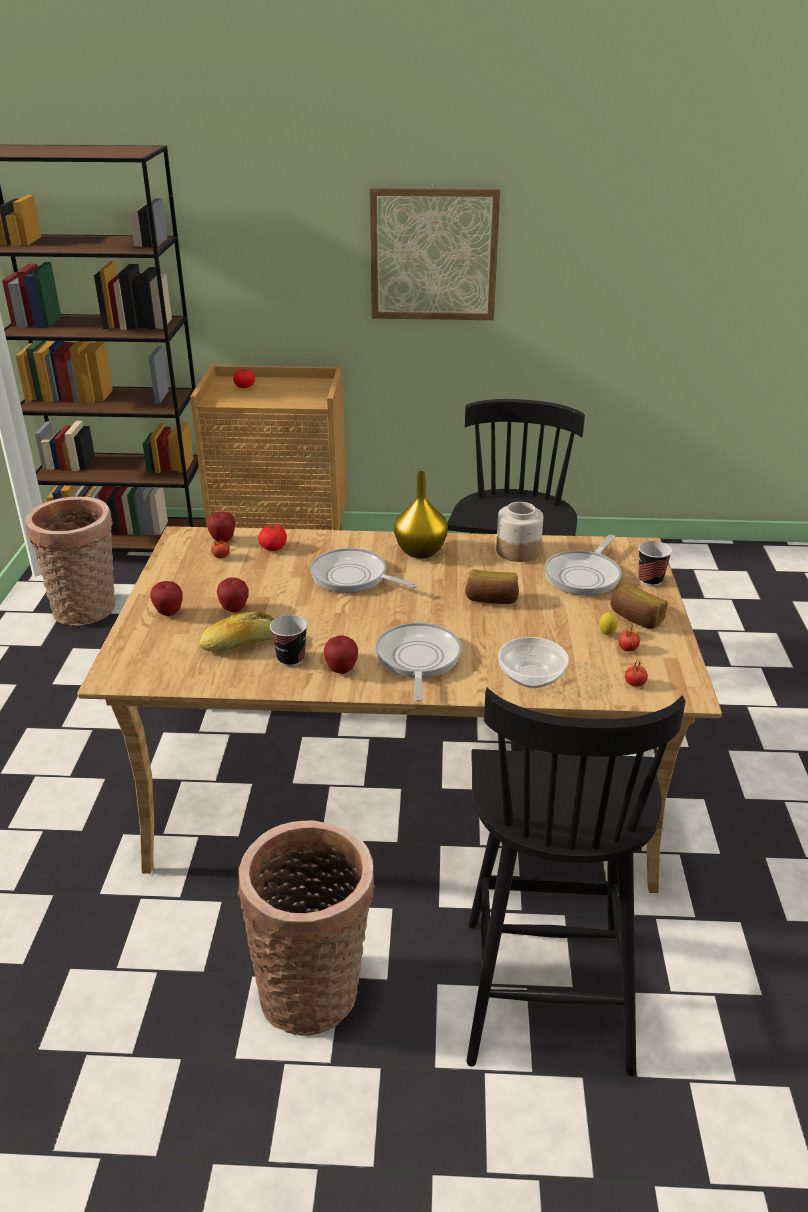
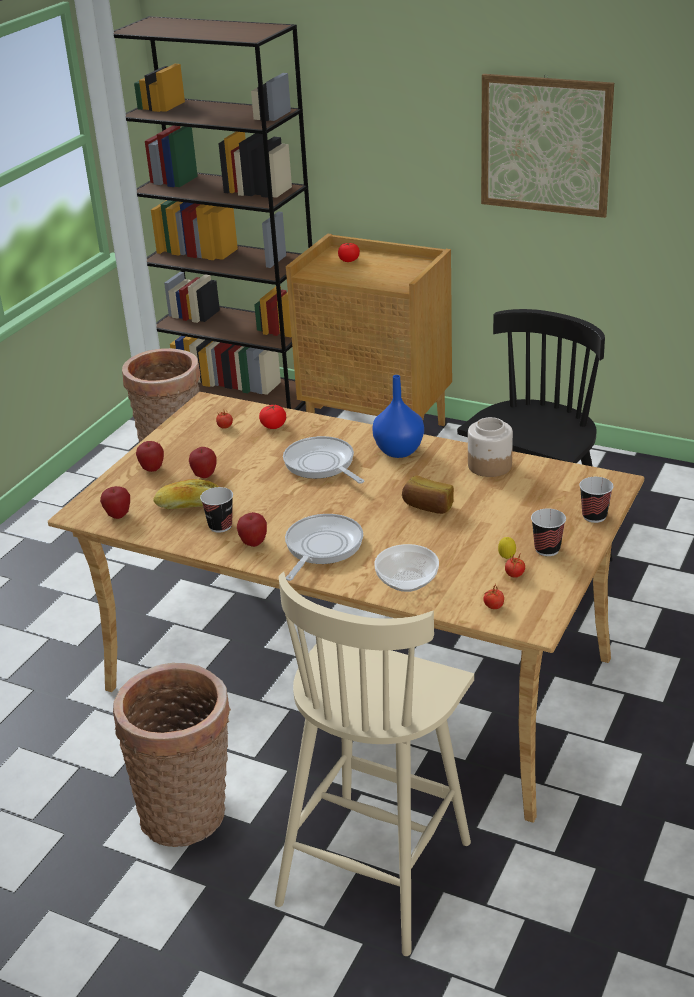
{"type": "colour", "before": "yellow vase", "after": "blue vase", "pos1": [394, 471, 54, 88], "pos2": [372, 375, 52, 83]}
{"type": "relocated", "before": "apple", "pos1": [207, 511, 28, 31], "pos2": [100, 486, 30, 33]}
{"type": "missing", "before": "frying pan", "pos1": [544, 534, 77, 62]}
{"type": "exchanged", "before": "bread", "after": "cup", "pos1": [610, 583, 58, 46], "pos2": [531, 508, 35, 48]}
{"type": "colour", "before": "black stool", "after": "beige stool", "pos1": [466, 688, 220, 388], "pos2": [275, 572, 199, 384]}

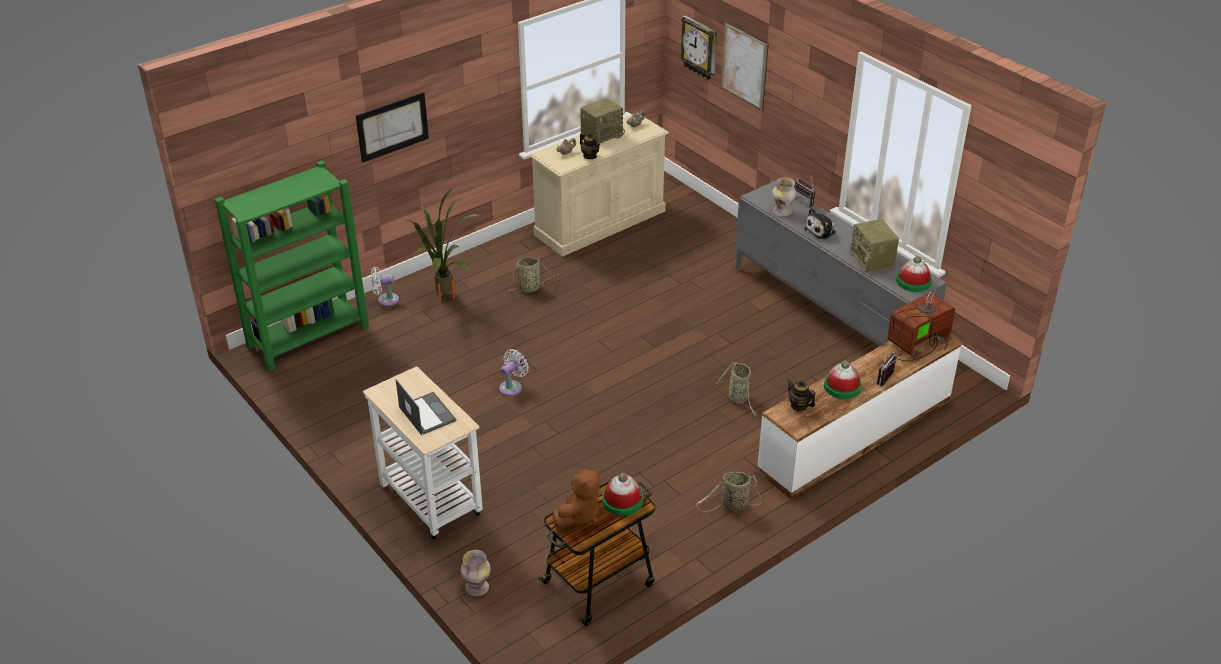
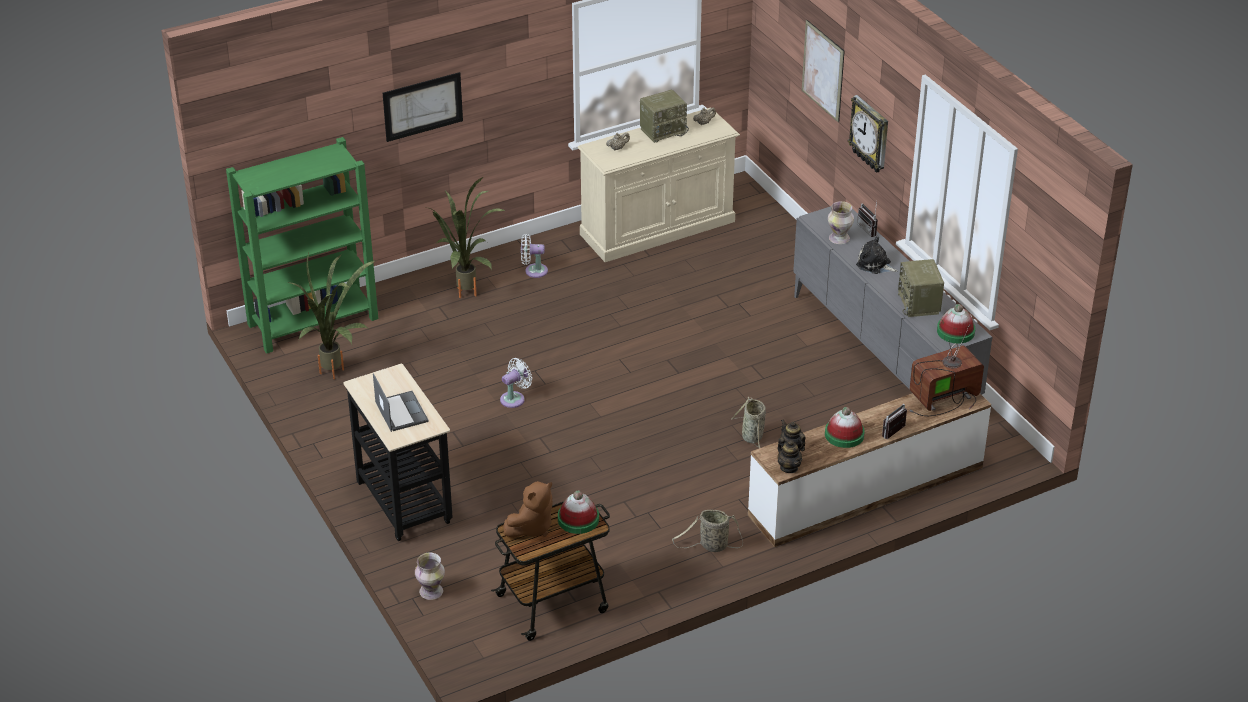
{"type": "relocated", "before": "wall clock", "pos1": [680, 15, 37, 65], "pos2": [848, 95, 40, 78]}
{"type": "relocated", "before": "teapot", "pos1": [580, 132, 20, 27], "pos2": [777, 437, 25, 36]}
{"type": "spun", "before": "plush toy", "pos1": [804, 208, 32, 31], "pos2": [856, 236, 42, 38], "turn": 60}
{"type": "missing", "before": "basket", "pos1": [508, 257, 50, 39]}
{"type": "relocated", "before": "white fan", "pos1": [371, 267, 28, 39], "pos2": [521, 234, 27, 44]}
{"type": "colour", "before": "white cart", "after": "black cart", "pos1": [363, 367, 120, 172], "pos2": [344, 364, 109, 177]}
{"type": "appeared", "after": "potted plant", "pos2": [288, 252, 89, 127]}

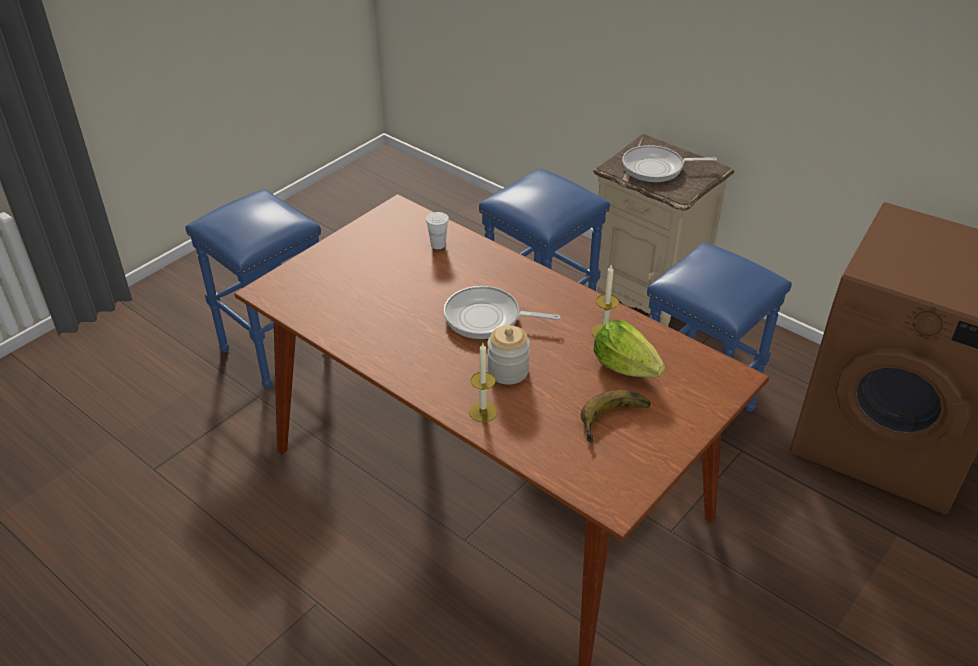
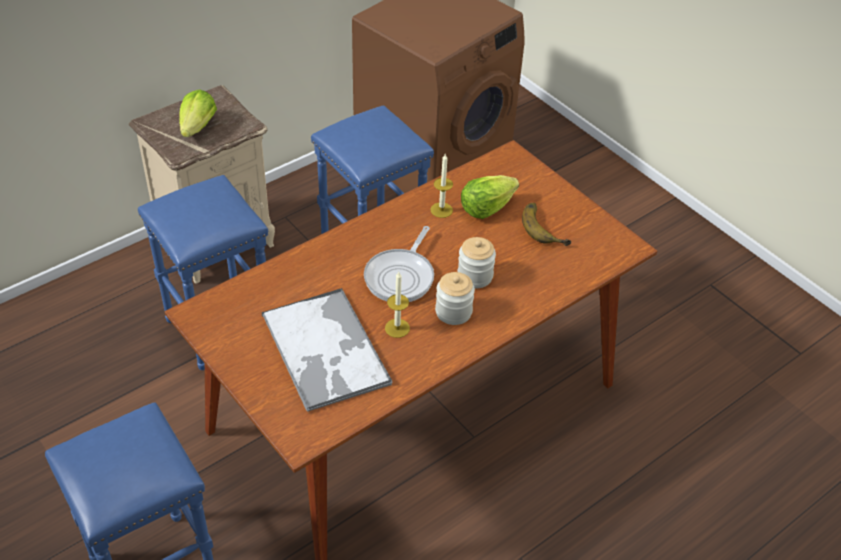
{"type": "exchanged", "before": "frying pan", "after": "lettuce", "pos1": [622, 145, 95, 37], "pos2": [179, 89, 38, 48]}
{"type": "missing", "before": "white cup", "pos1": [426, 212, 23, 37]}
{"type": "relocated", "before": "candle", "pos1": [469, 343, 29, 80], "pos2": [385, 272, 25, 66]}
{"type": "appeared", "after": "jar", "pos2": [435, 272, 40, 53]}
{"type": "appeared", "after": "tray", "pos2": [262, 288, 131, 124]}

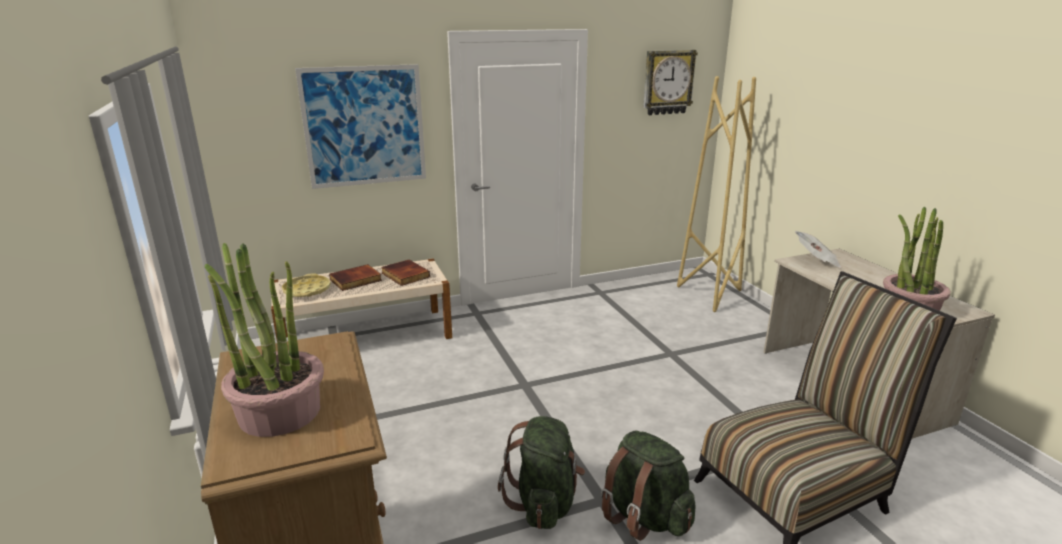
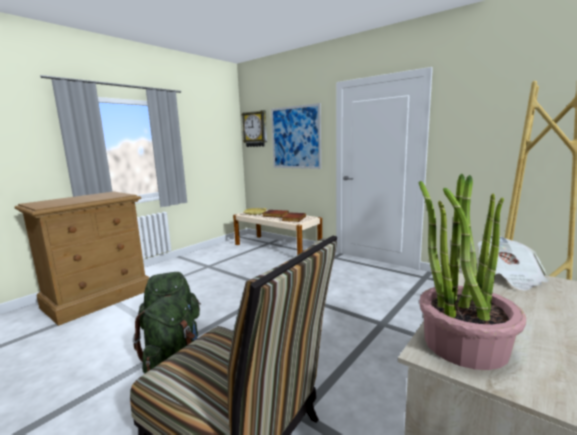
{"type": "relocated", "before": "wall clock", "pos1": [643, 50, 55, 65], "pos2": [241, 110, 26, 37]}
{"type": "missing", "before": "potted plant", "pos1": [204, 243, 120, 194]}

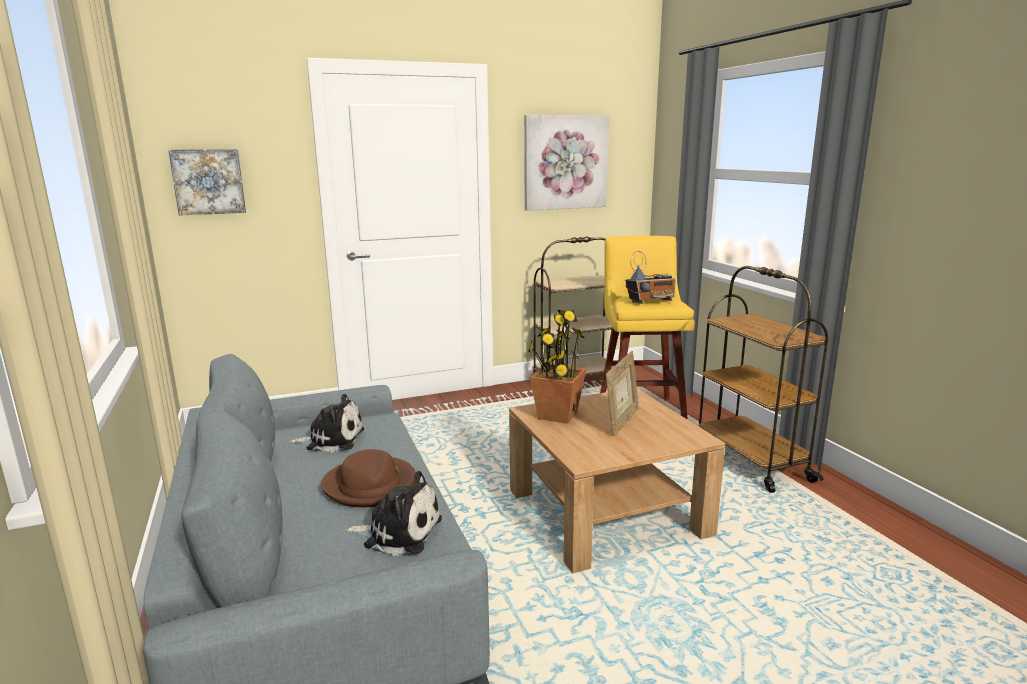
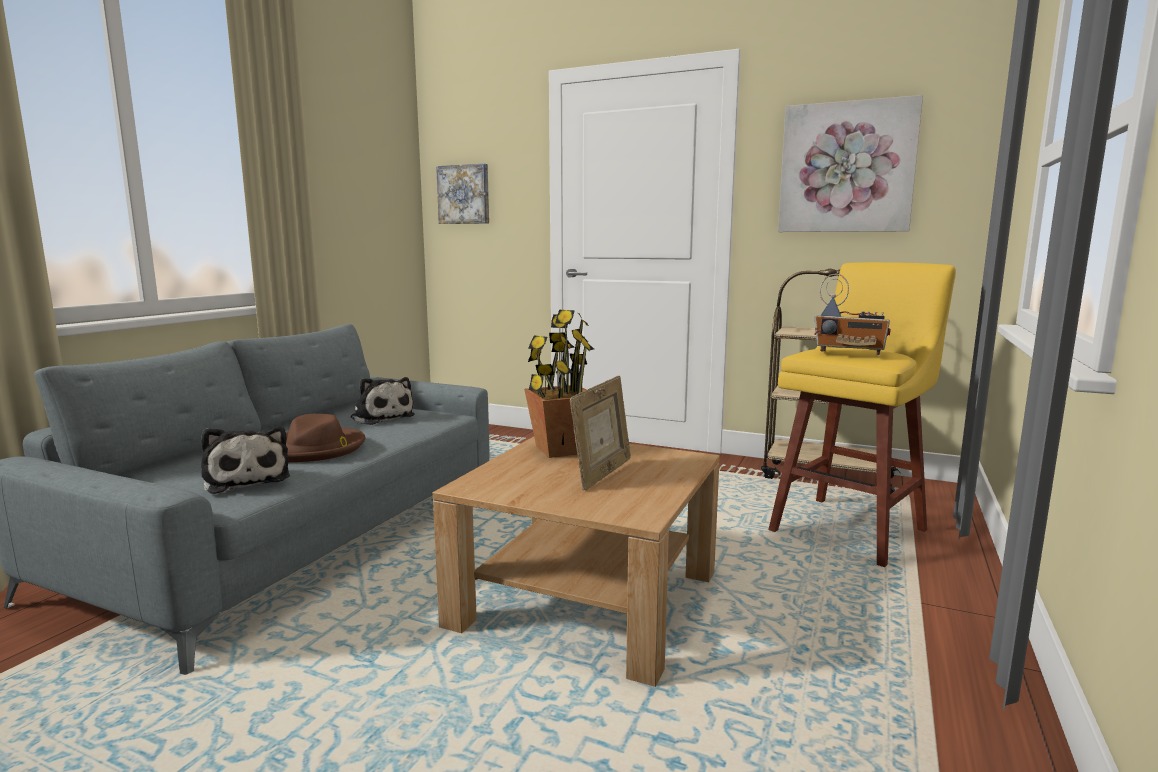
{"type": "missing", "before": "brown cart", "pos1": [698, 266, 130, 227]}
{"type": "spun", "before": "picture frame", "pos1": [606, 351, 33, 85], "pos2": [570, 376, 61, 115], "turn": -45}

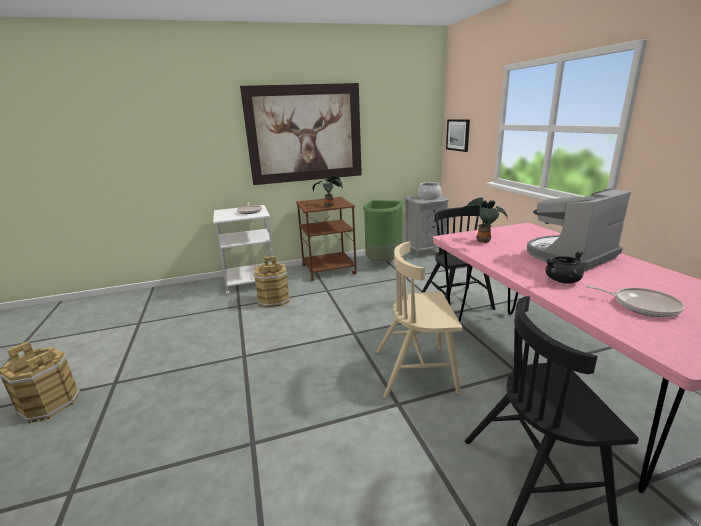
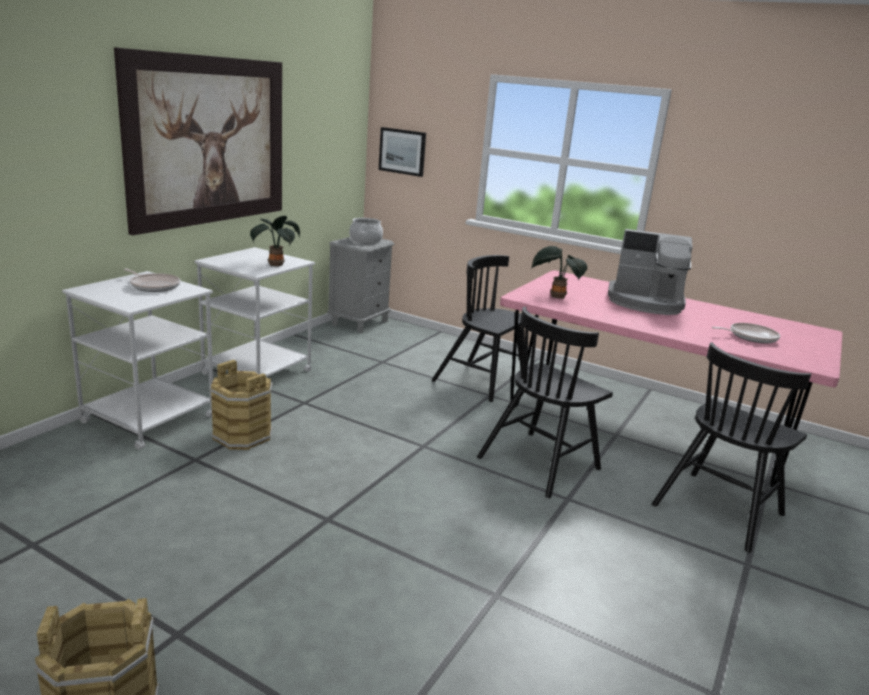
{"type": "spun", "before": "coffee machine", "pos1": [527, 188, 104, 83], "pos2": [608, 229, 85, 86], "turn": -90}
{"type": "colour", "before": "brown cart", "after": "white cart", "pos1": [296, 197, 61, 84], "pos2": [194, 247, 121, 130]}
{"type": "missing", "before": "green trash can", "pos1": [363, 200, 41, 61]}
{"type": "colour", "before": "beige chair", "after": "black chair", "pos1": [376, 242, 87, 156], "pos2": [477, 307, 136, 191]}
{"type": "missing", "before": "black cooking pot", "pos1": [545, 251, 39, 33]}

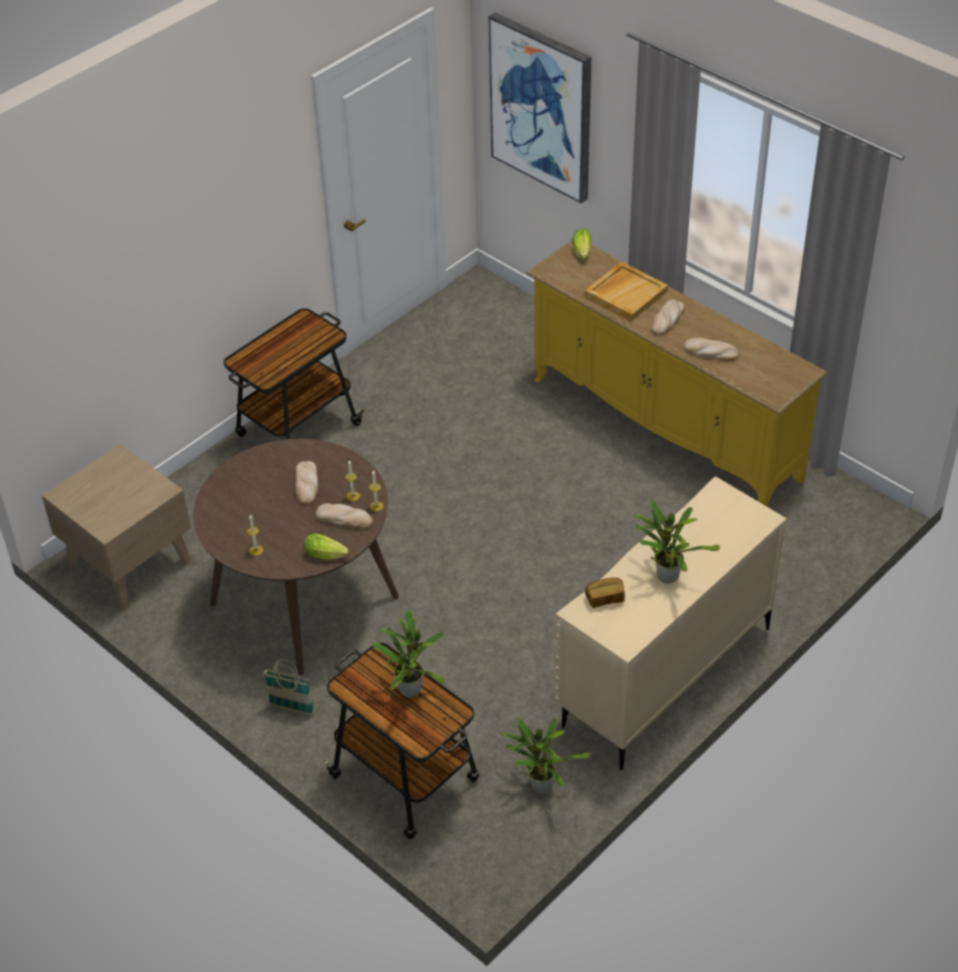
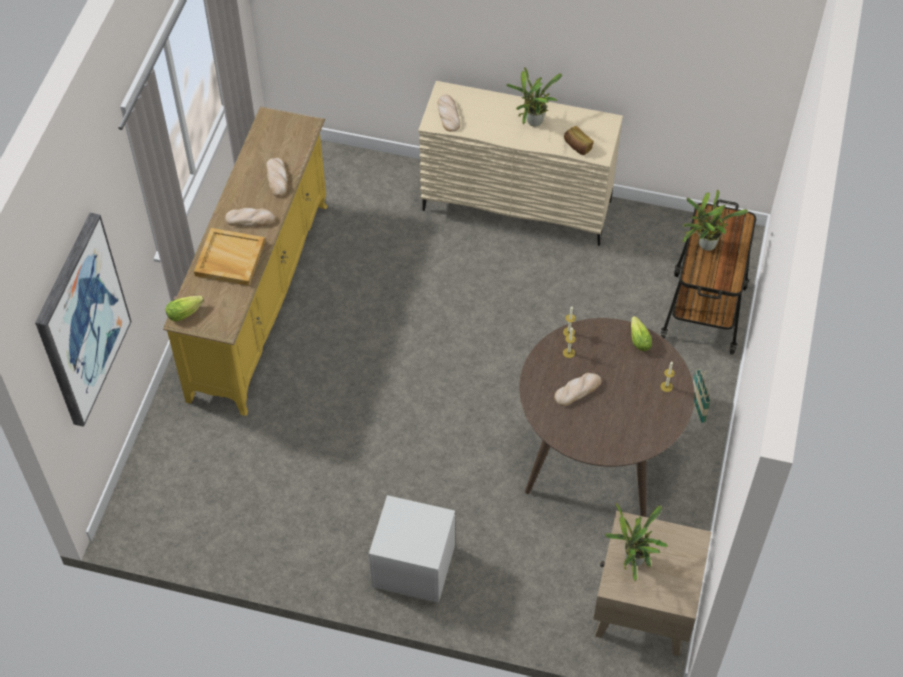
{"type": "exchanged", "before": "cart", "after": "white nightstand", "pos1": [224, 308, 141, 131], "pos2": [369, 495, 86, 108]}
{"type": "relocated", "before": "bread", "pos1": [315, 503, 58, 26], "pos2": [438, 95, 22, 37]}
{"type": "relocated", "before": "potted plant", "pos1": [501, 718, 89, 76], "pos2": [605, 503, 63, 79]}

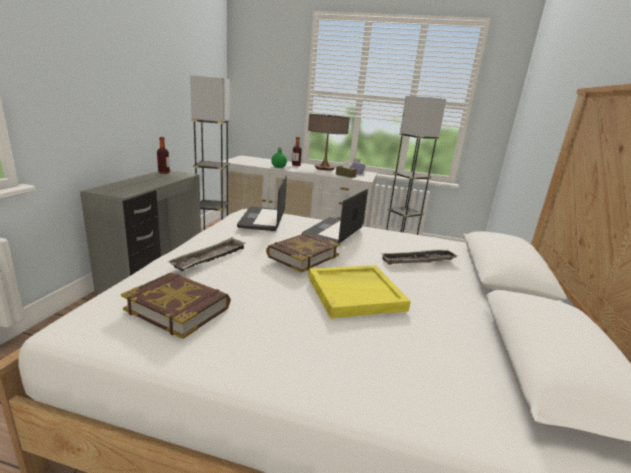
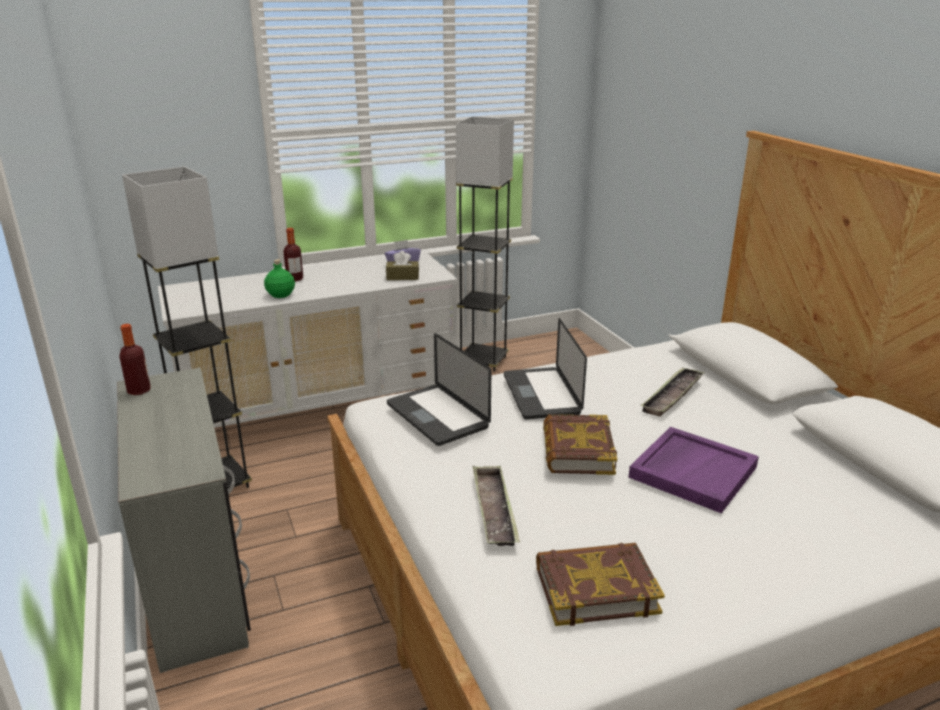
{"type": "missing", "before": "table lamp", "pos1": [308, 114, 42, 57]}
{"type": "colour", "before": "yellow tray", "after": "purple tray", "pos1": [308, 265, 103, 53], "pos2": [628, 427, 131, 86]}

